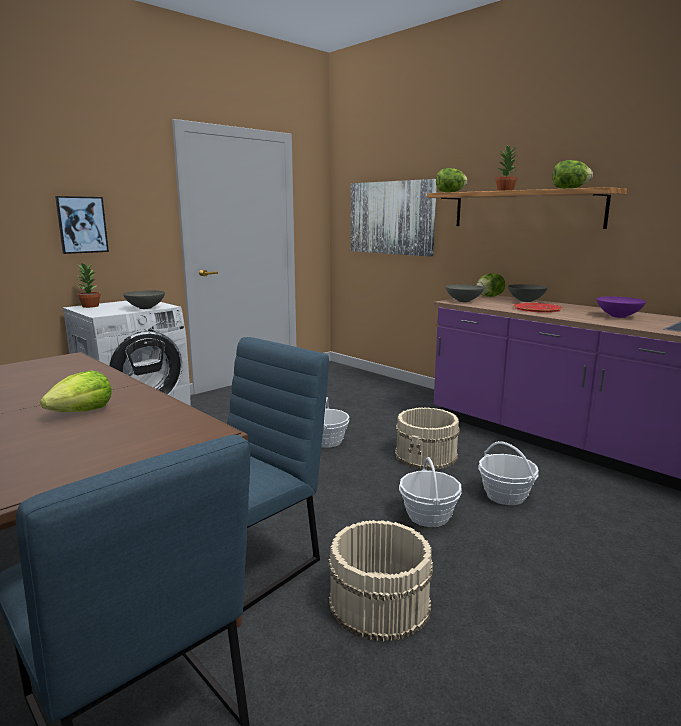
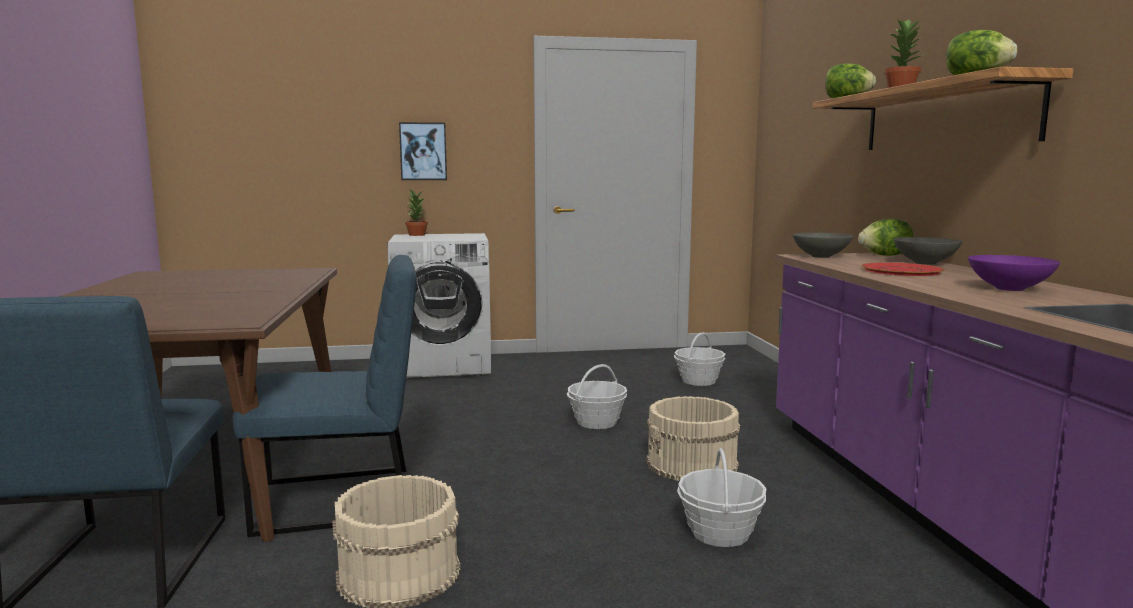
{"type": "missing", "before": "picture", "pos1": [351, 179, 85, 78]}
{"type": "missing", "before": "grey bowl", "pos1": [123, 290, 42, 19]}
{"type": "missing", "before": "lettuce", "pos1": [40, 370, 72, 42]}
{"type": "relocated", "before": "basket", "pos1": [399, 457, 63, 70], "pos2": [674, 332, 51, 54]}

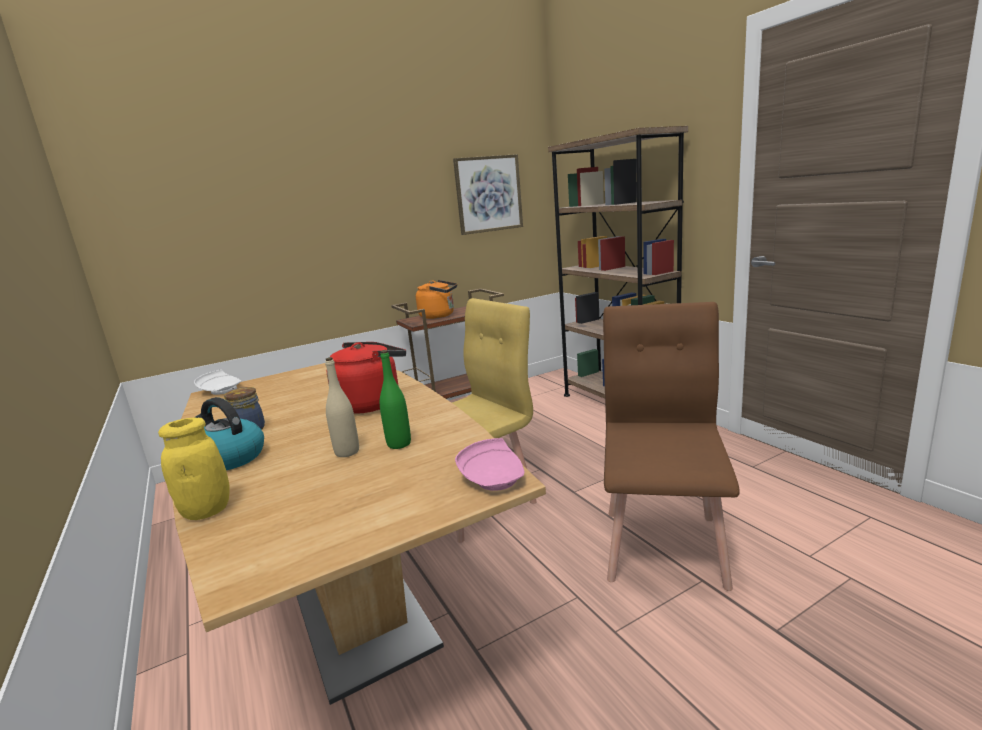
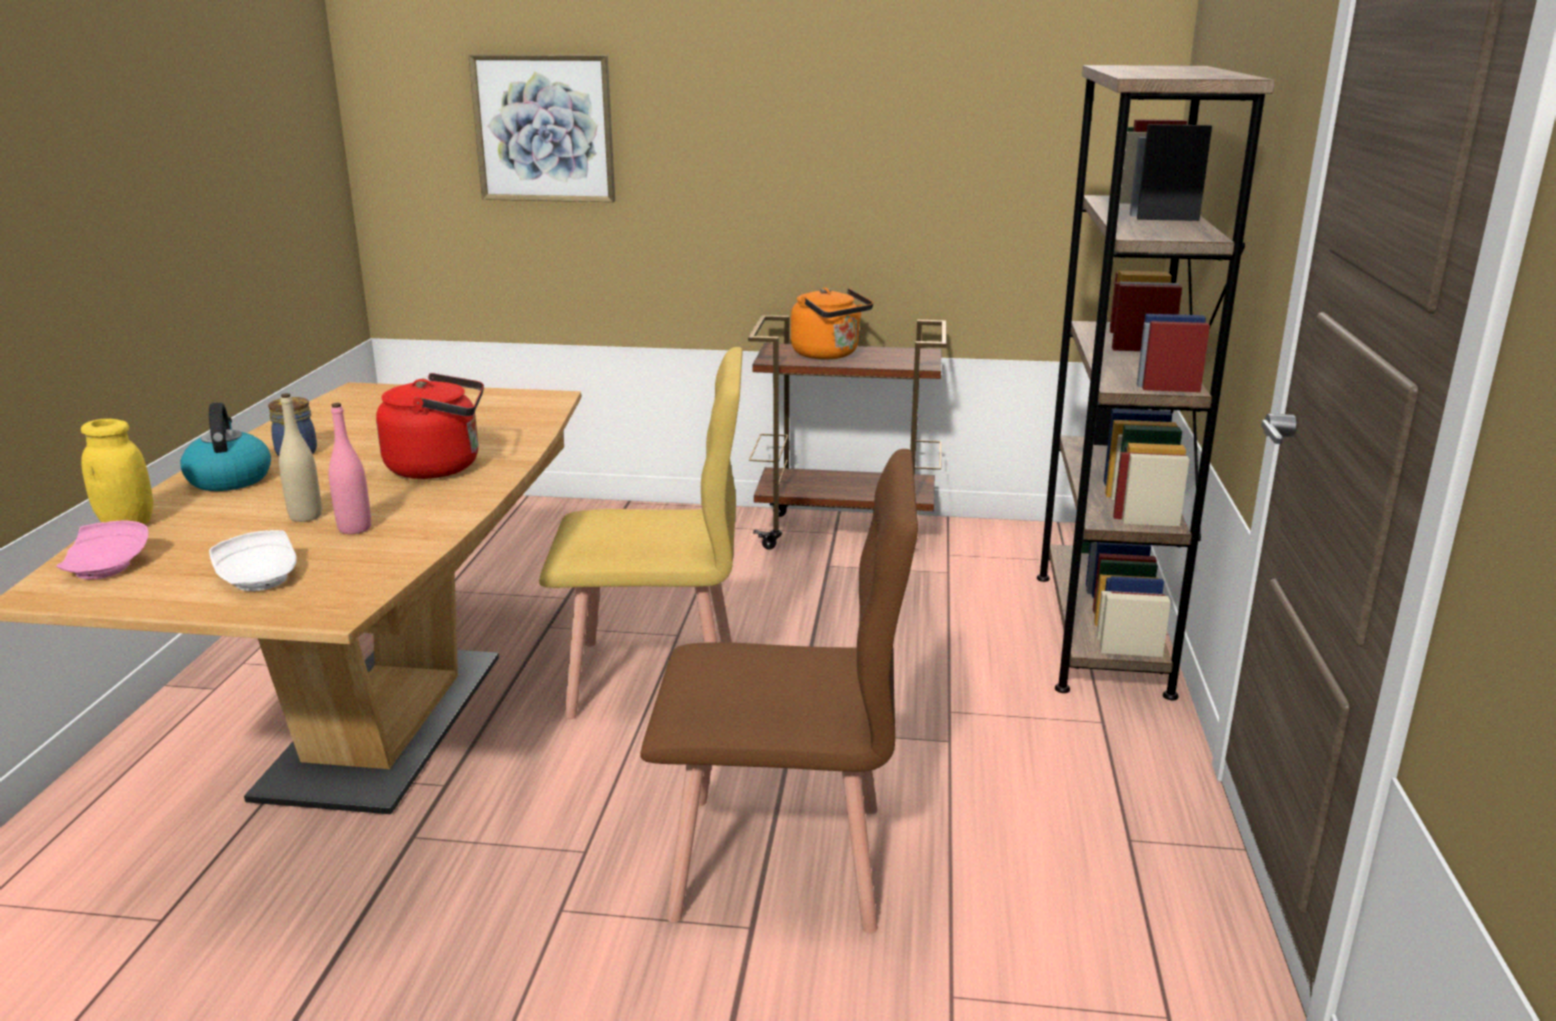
{"type": "relocated", "before": "picture", "pos1": [453, 154, 70, 81], "pos2": [468, 54, 147, 148]}
{"type": "spun", "before": "brown chair", "pos1": [603, 302, 137, 289], "pos2": [640, 449, 278, 484], "turn": 45}
{"type": "colour", "before": "green bottle", "after": "pink bottle", "pos1": [380, 350, 31, 99], "pos2": [328, 403, 43, 131]}
{"type": "relocated", "before": "white plate", "pos1": [194, 370, 47, 25], "pos2": [209, 530, 88, 61]}
{"type": "relocated", "before": "pink plate", "pos1": [455, 438, 70, 53], "pos2": [56, 521, 92, 59]}

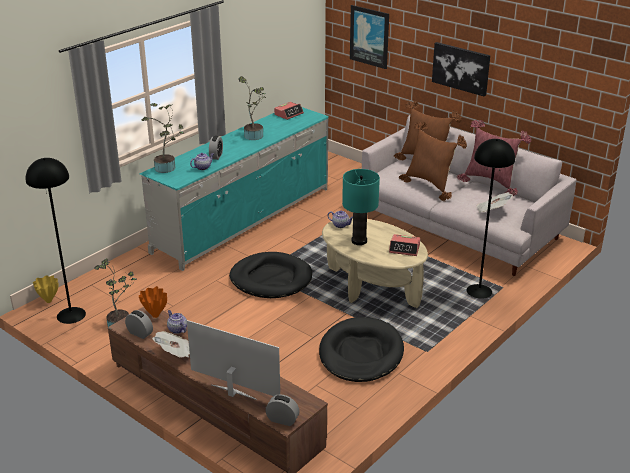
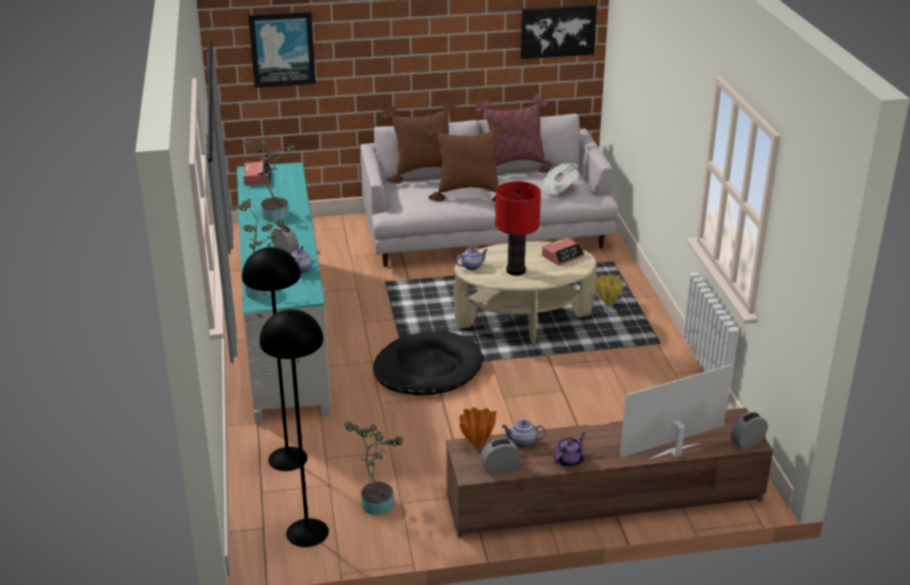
{"type": "relocated", "before": "picture", "pos1": [432, 42, 58, 54], "pos2": [520, 5, 77, 54]}
{"type": "relocated", "before": "black floor lamp", "pos1": [467, 139, 48, 160], "pos2": [242, 247, 66, 224]}
{"type": "colour", "before": "turquoise table lamp", "after": "red table lamp", "pos1": [342, 169, 38, 76], "pos2": [495, 181, 46, 95]}
{"type": "relocated", "before": "yellow vase", "pos1": [33, 275, 25, 28], "pos2": [595, 274, 28, 32]}
{"type": "missing", "before": "black dog bed", "pos1": [319, 317, 85, 65]}
{"type": "exchanged", "before": "newspaper", "after": "purple teapot", "pos1": [152, 331, 38, 27], "pos2": [554, 433, 31, 34]}

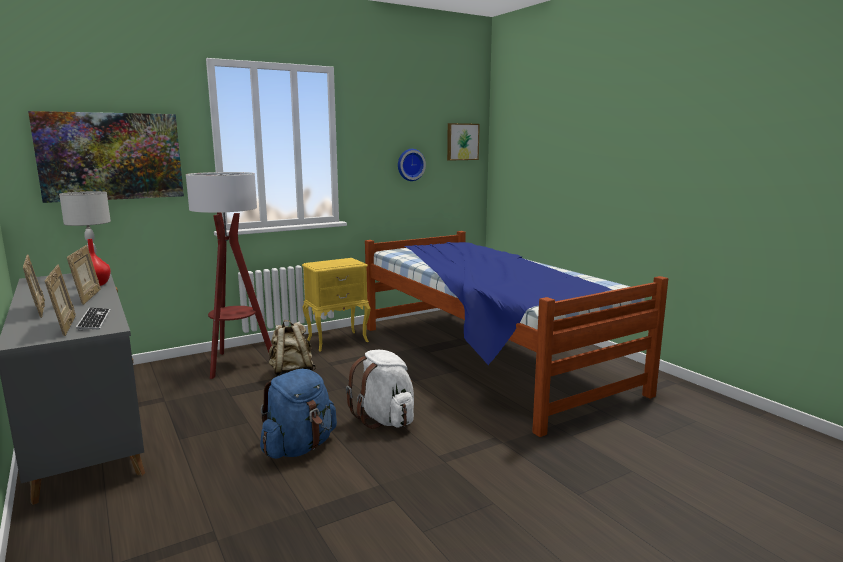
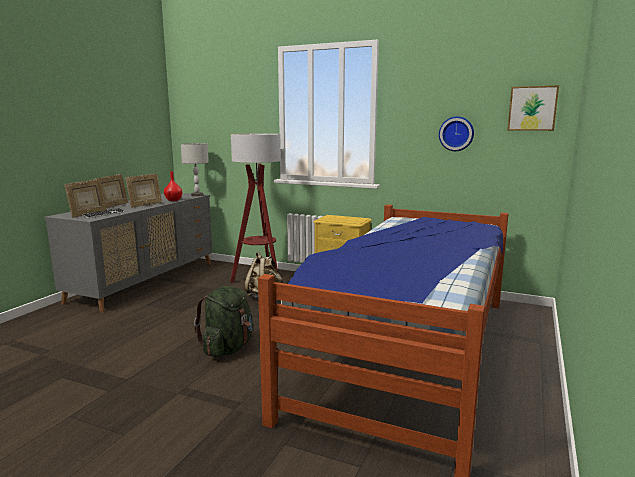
{"type": "missing", "before": "picture", "pos1": [28, 111, 156, 92]}
{"type": "colour", "before": "white backpack", "after": "green backpack", "pos1": [346, 350, 68, 79], "pos2": [194, 286, 59, 71]}
{"type": "missing", "before": "blue backpack", "pos1": [260, 369, 77, 90]}

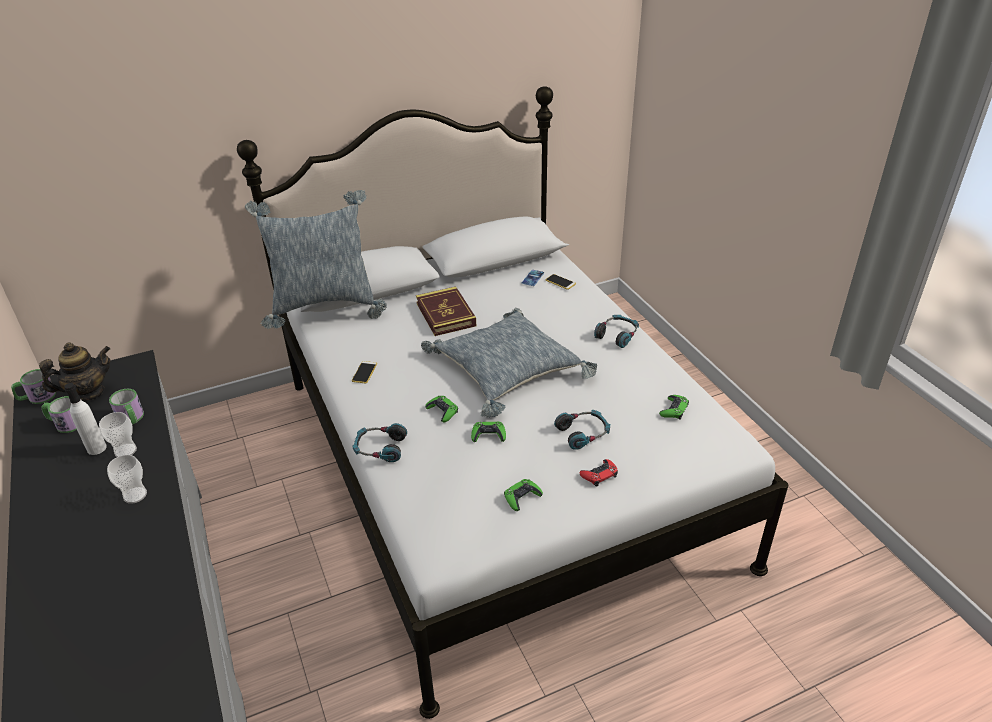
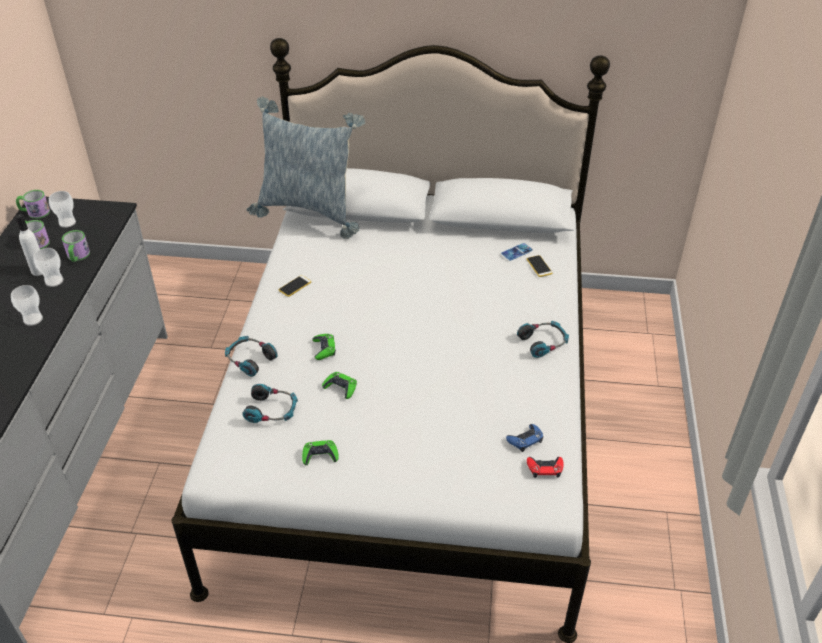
{"type": "missing", "before": "book", "pos1": [416, 287, 60, 49]}
{"type": "missing", "before": "pillow", "pos1": [421, 308, 177, 110]}
{"type": "exchanged", "before": "teapot", "after": "cup", "pos1": [39, 342, 71, 60], "pos2": [49, 191, 27, 37]}
{"type": "colour", "before": "green game controller", "after": "blue game controller", "pos1": [659, 395, 30, 25], "pos2": [506, 424, 37, 28]}
{"type": "relocated", "before": "headphones", "pos1": [554, 410, 56, 40], "pos2": [242, 384, 56, 39]}
{"type": "relocated", "before": "red game controller", "pos1": [580, 459, 38, 28], "pos2": [527, 457, 37, 21]}

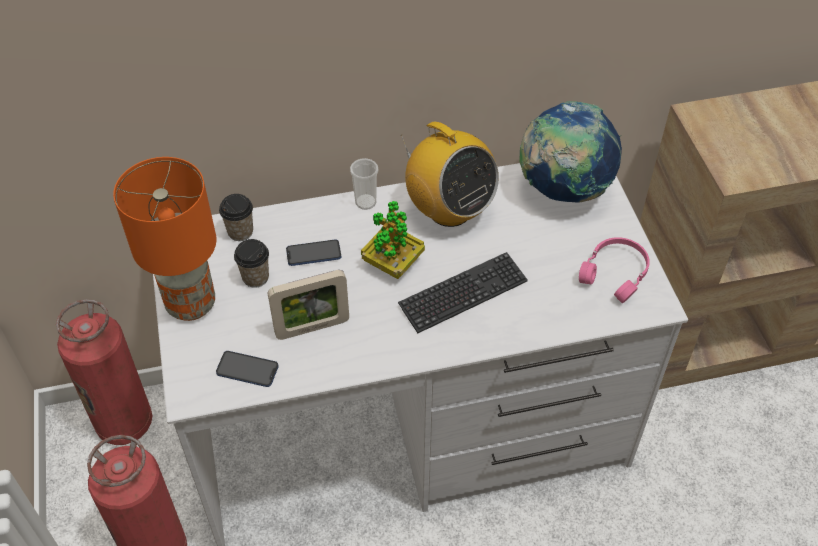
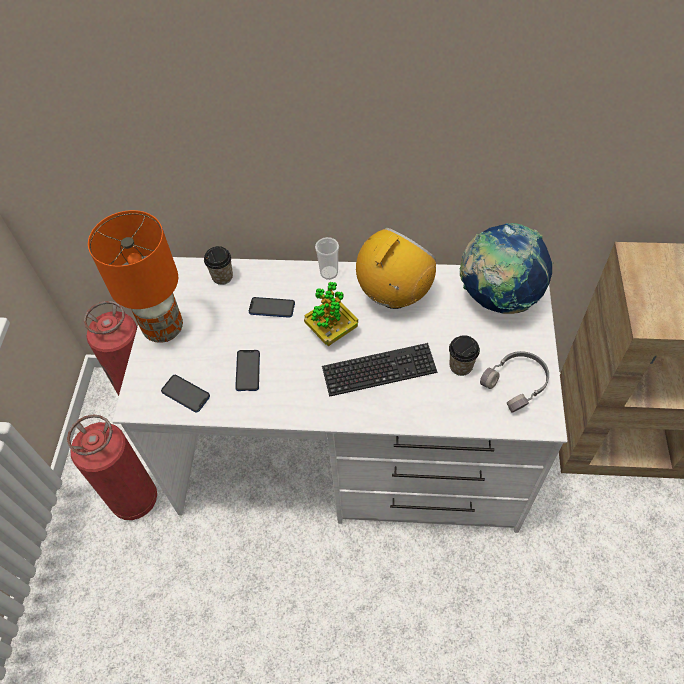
{"type": "spun", "before": "radio", "pos1": [400, 122, 99, 105], "pos2": [356, 228, 80, 81], "turn": -120}
{"type": "colour", "before": "pink headphones", "after": "grey headphones", "pos1": [579, 237, 71, 66], "pos2": [480, 351, 69, 62]}
{"type": "relocated", "before": "cup", "pos1": [234, 239, 35, 49], "pos2": [449, 335, 31, 41]}
{"type": "exchanged", "before": "picture frame", "after": "phone", "pos1": [268, 270, 81, 70], "pos2": [235, 350, 25, 41]}

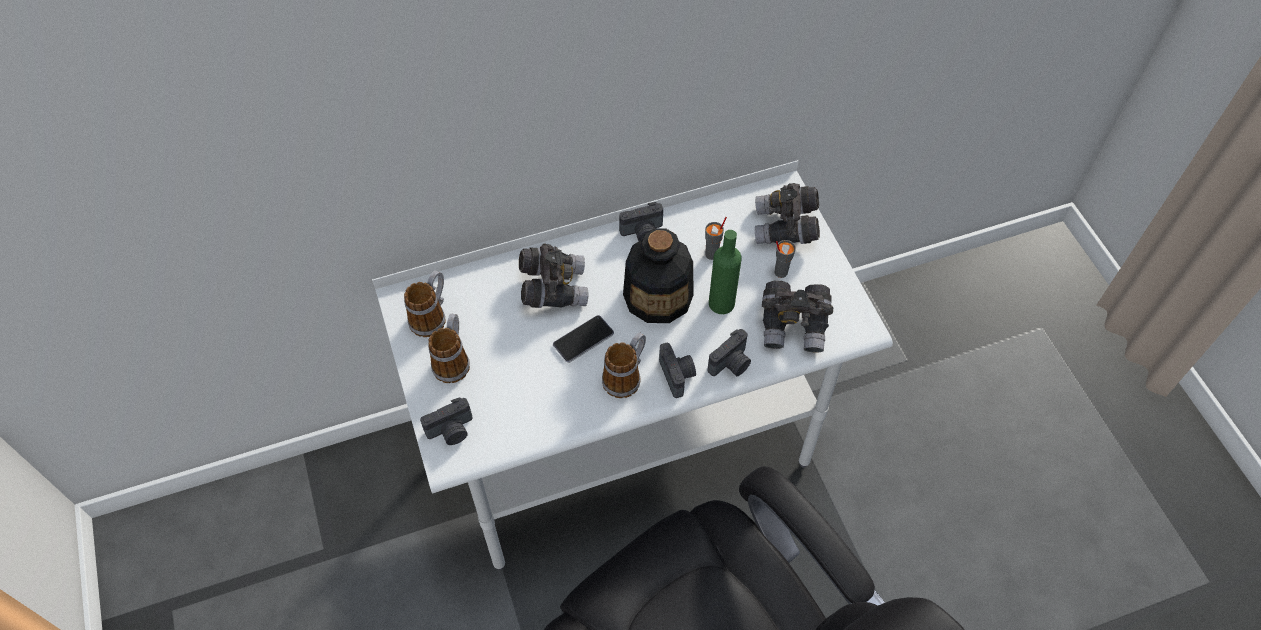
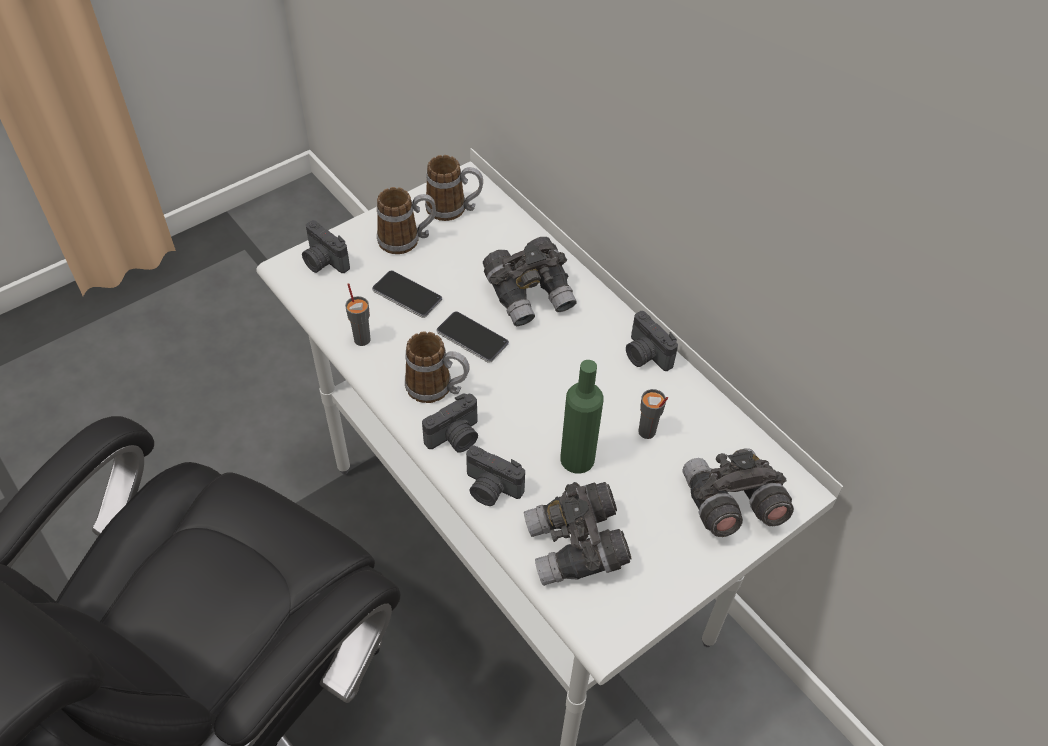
{"type": "missing", "before": "bottle", "pos1": [623, 228, 70, 95]}
{"type": "relocated", "before": "grey cup", "pos1": [775, 240, 21, 38], "pos2": [345, 283, 26, 63]}
{"type": "appeared", "after": "phone", "pos2": [372, 270, 70, 48]}

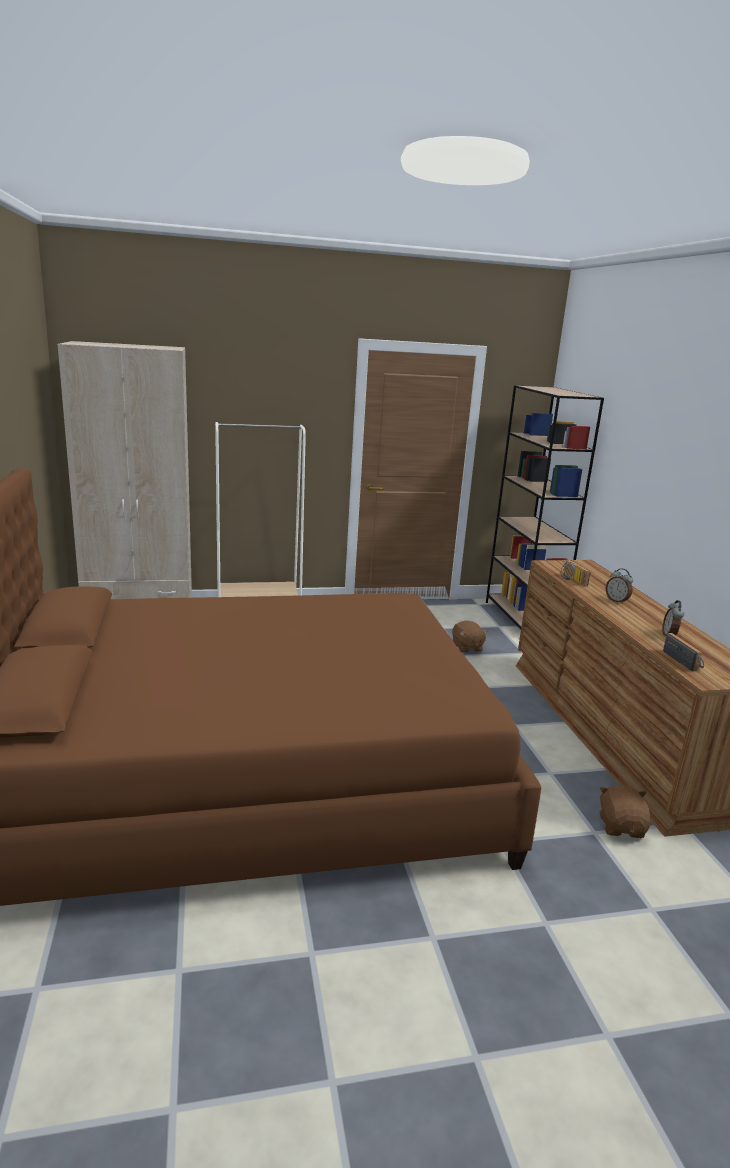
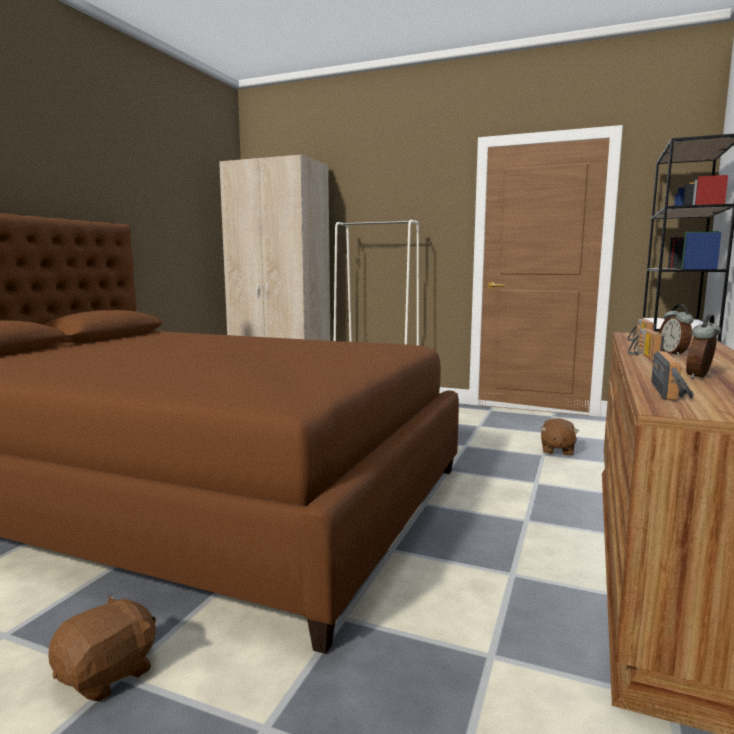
{"type": "relocated", "before": "brown plush toy", "pos1": [599, 785, 52, 53], "pos2": [48, 595, 108, 107]}
{"type": "appeared", "after": "radio", "pos2": [628, 328, 36, 33]}

